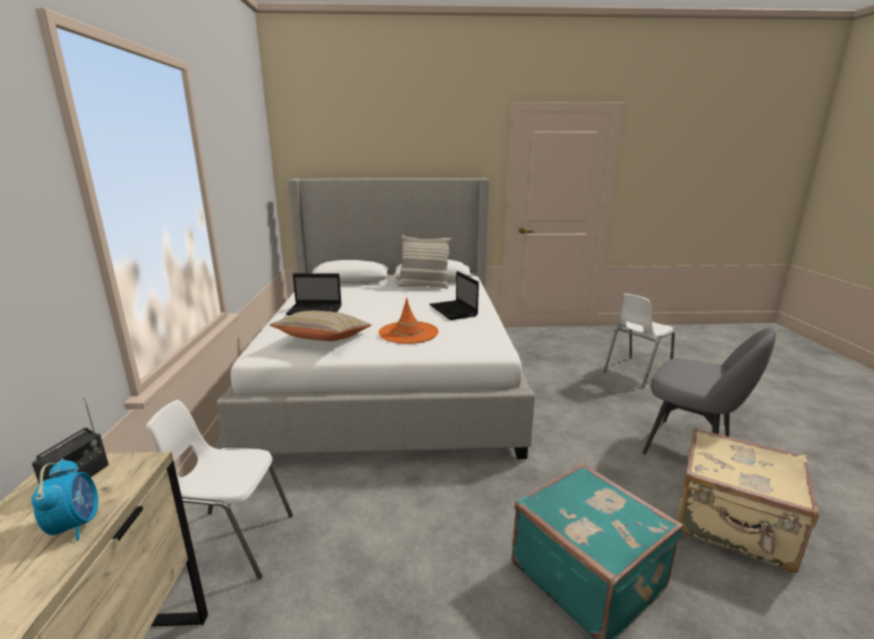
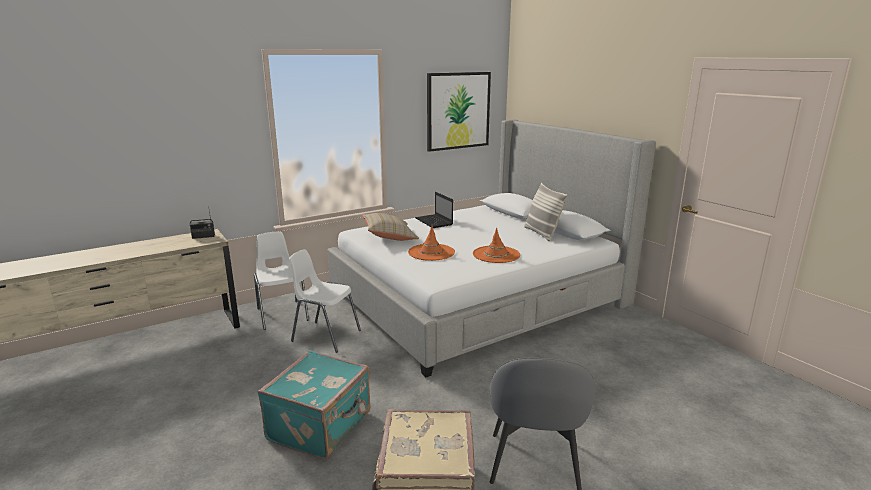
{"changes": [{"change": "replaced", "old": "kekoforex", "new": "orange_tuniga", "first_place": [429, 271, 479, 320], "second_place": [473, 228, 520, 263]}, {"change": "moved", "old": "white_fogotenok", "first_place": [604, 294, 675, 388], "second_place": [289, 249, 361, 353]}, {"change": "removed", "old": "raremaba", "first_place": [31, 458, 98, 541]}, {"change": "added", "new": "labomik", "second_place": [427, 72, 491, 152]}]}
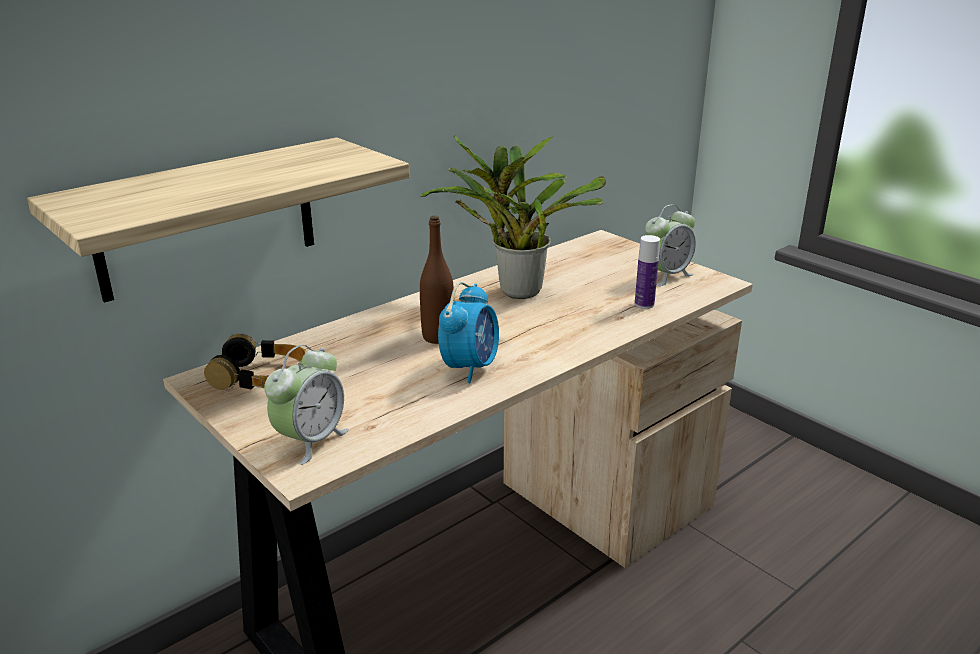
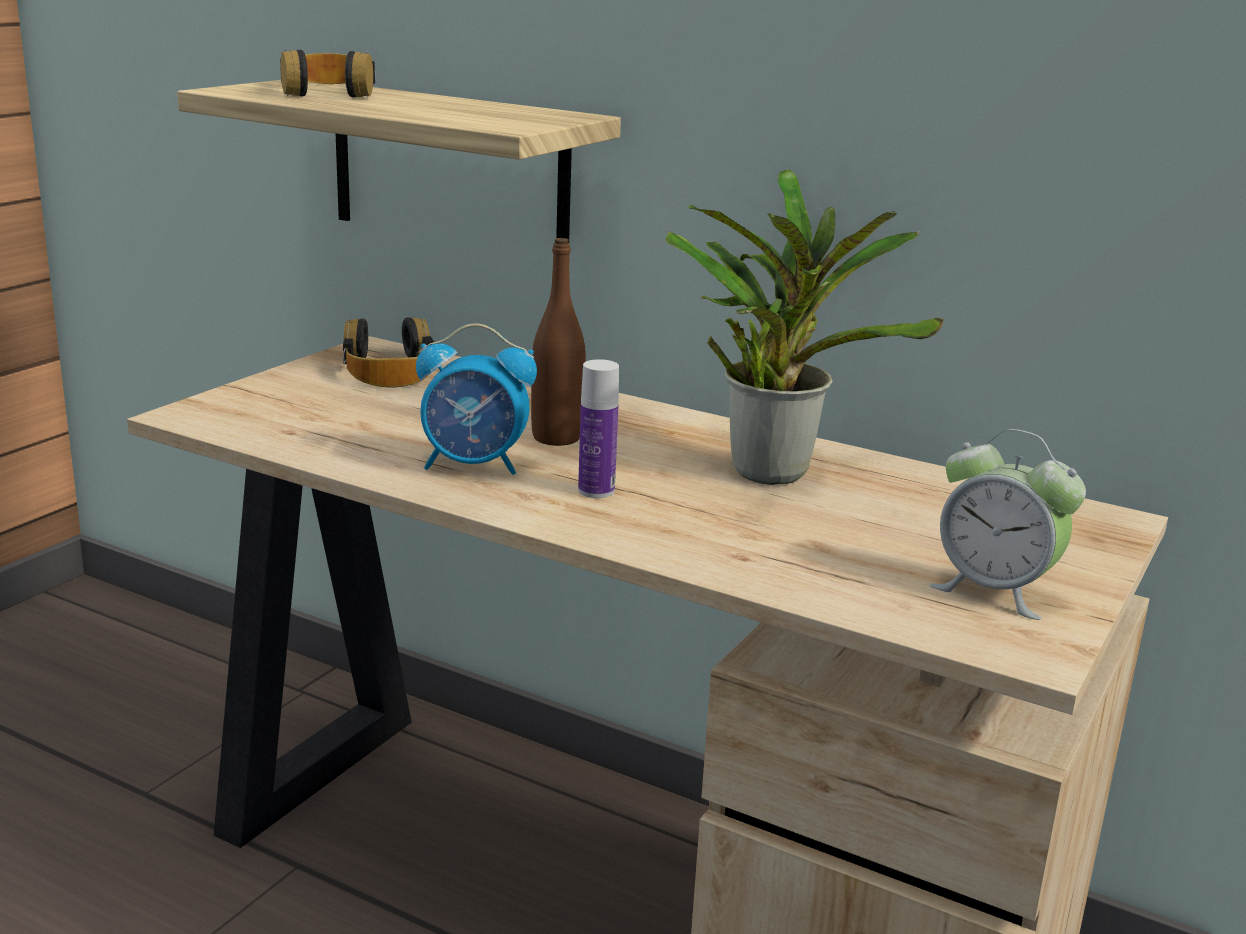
{"changes": [{"change": "moved", "old": "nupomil", "first_place": [635, 235, 660, 309], "second_place": [578, 359, 619, 498]}, {"change": "removed", "old": "raremaba", "first_place": [264, 345, 349, 465]}, {"change": "added", "new": "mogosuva", "second_place": [280, 49, 375, 98]}]}
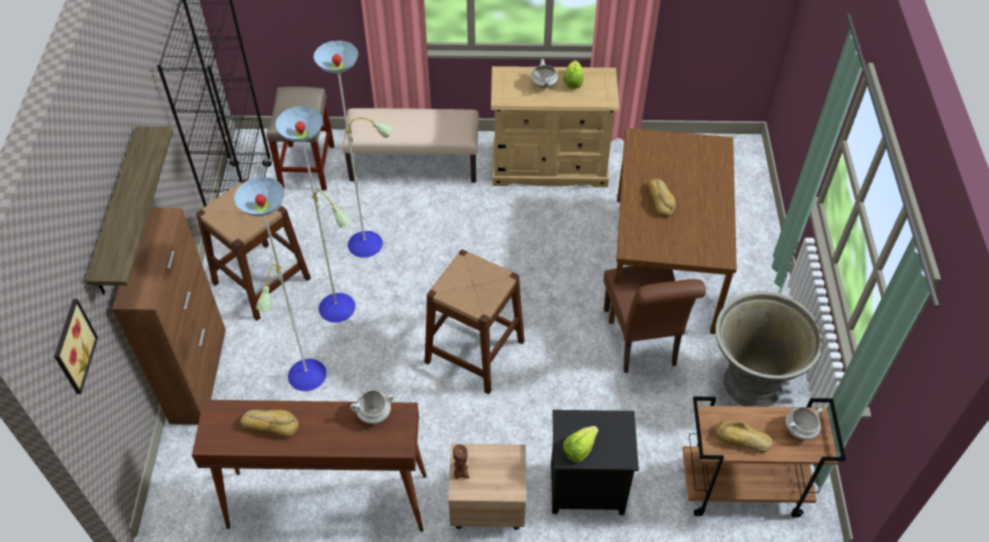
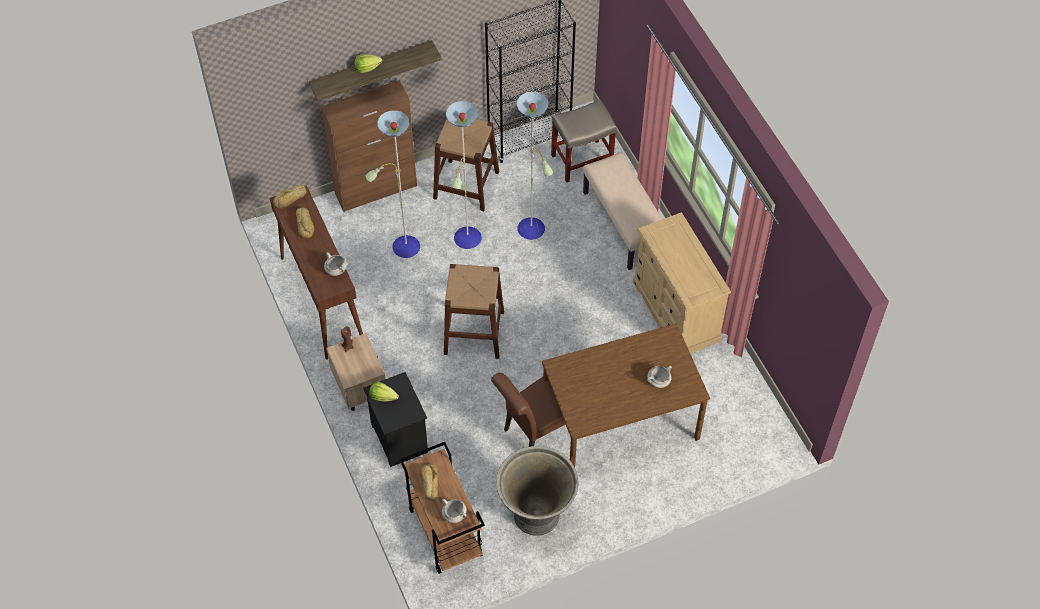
{"changes": [{"change": "moved", "old": "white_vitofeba", "first_place": [530, 59, 558, 88], "second_place": [647, 366, 672, 388]}, {"change": "moved", "old": "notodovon", "first_place": [563, 60, 583, 89], "second_place": [355, 54, 382, 73]}, {"change": "moved", "old": "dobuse", "first_place": [648, 179, 676, 217], "second_place": [273, 185, 307, 209]}, {"change": "removed", "old": "labomik", "first_place": [54, 299, 98, 394]}]}
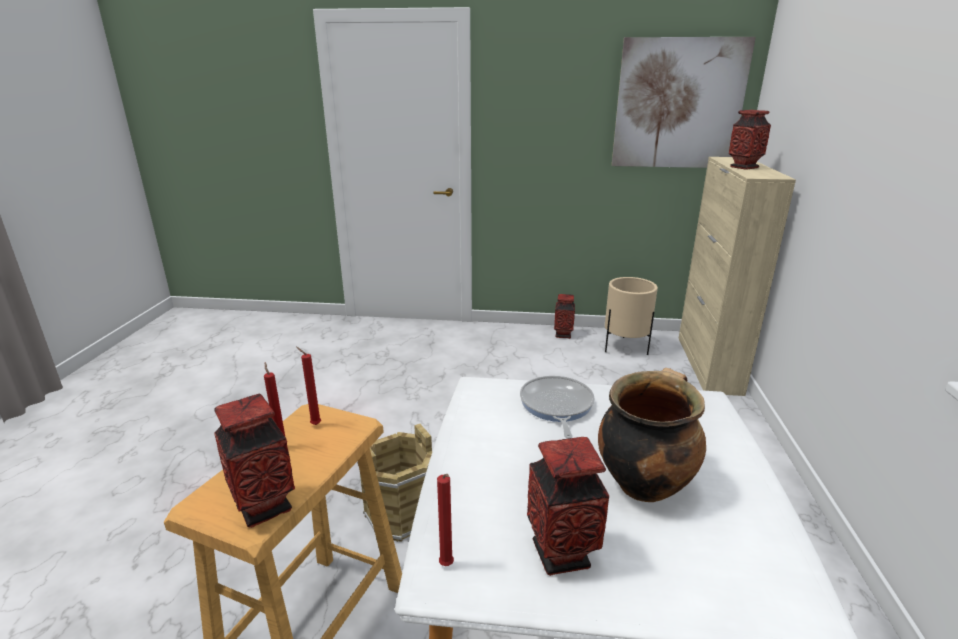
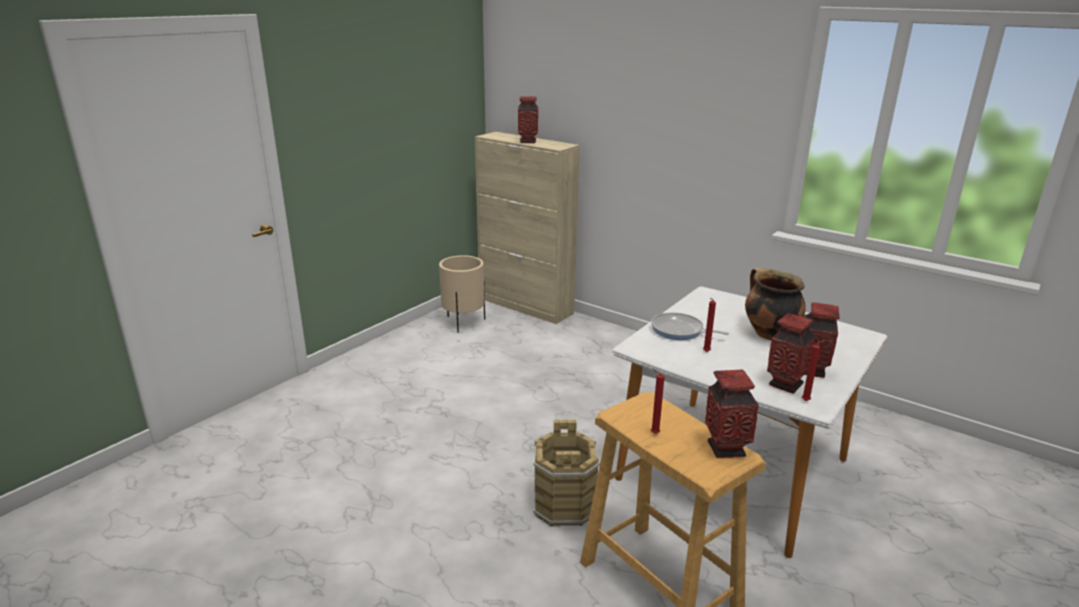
{"changes": [{"change": "removed", "old": "labomik", "first_place": [612, 37, 756, 168]}, {"change": "moved", "old": "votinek", "first_place": [554, 294, 575, 339], "second_place": [767, 313, 816, 394]}, {"change": "moved", "old": "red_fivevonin", "first_place": [296, 347, 321, 425], "second_place": [703, 298, 716, 352]}]}
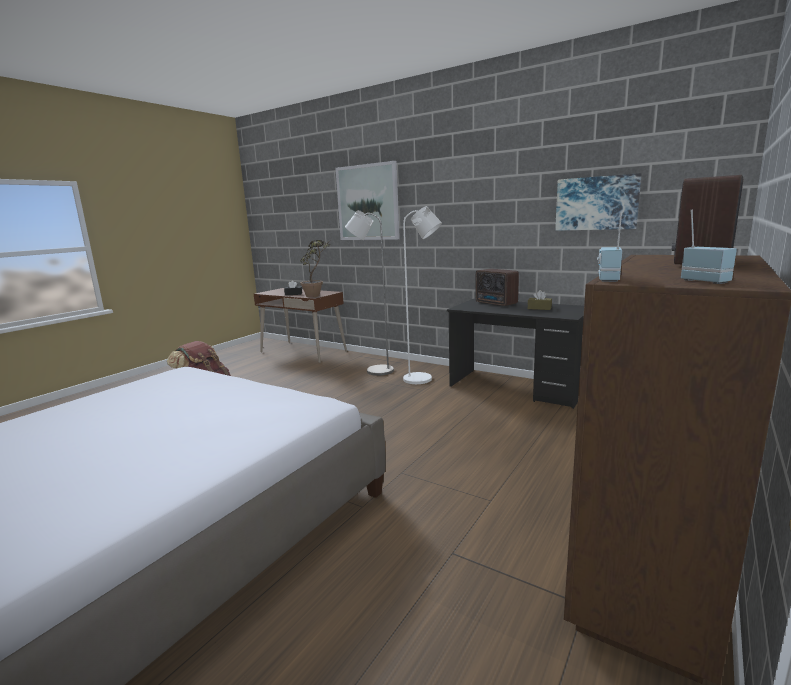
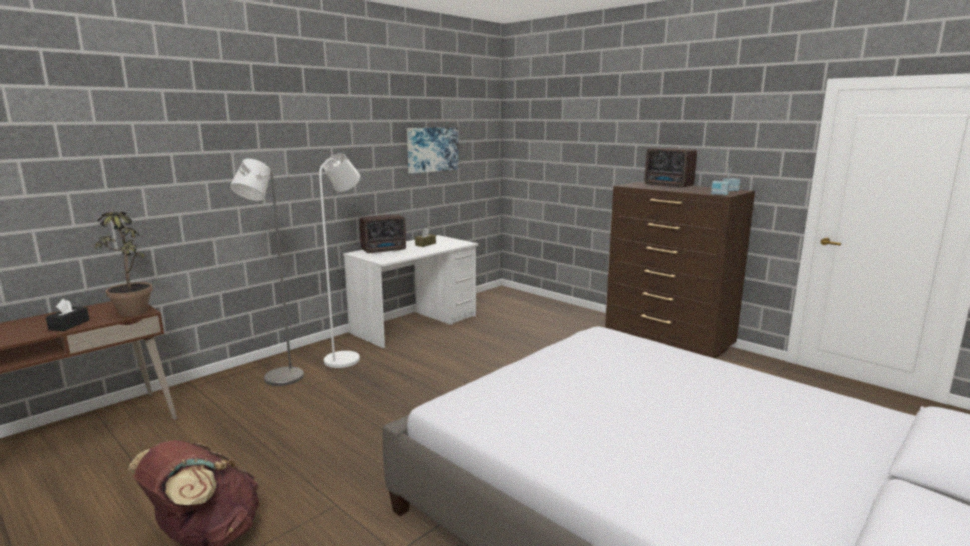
{"changes": [{"change": "removed", "old": "labomik", "first_place": [335, 161, 400, 240]}, {"change": "recoloured", "old": "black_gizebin", "new": "white_gizebin", "first_place": [447, 299, 584, 409], "second_place": [343, 235, 478, 349]}]}
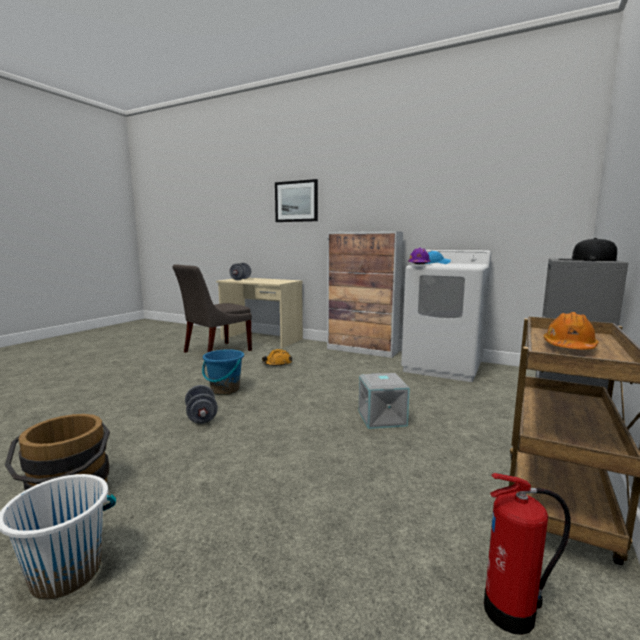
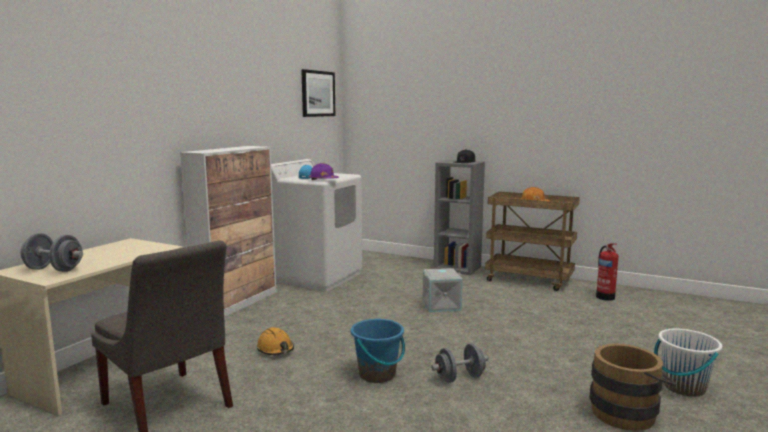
{"changes": [{"change": "moved", "old": "labomik", "first_place": [275, 179, 318, 222], "second_place": [301, 69, 335, 117]}]}
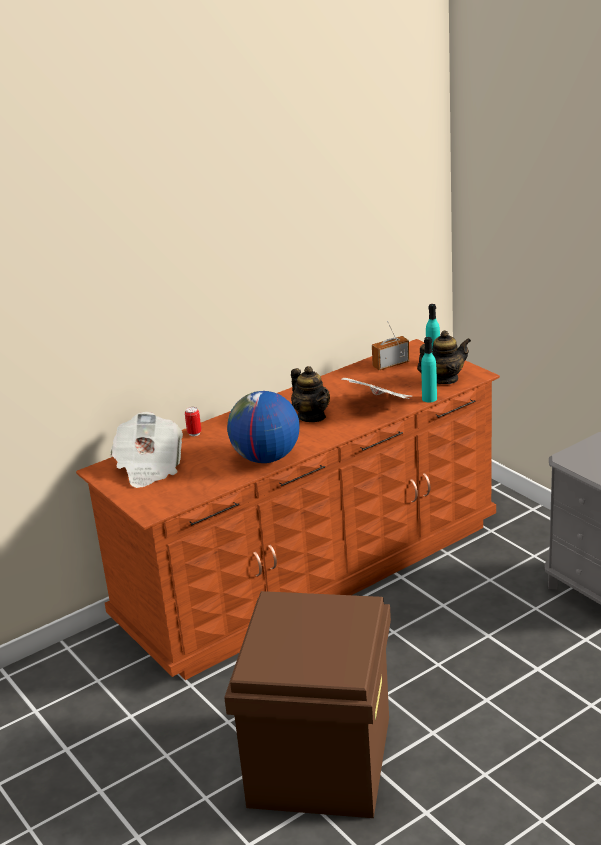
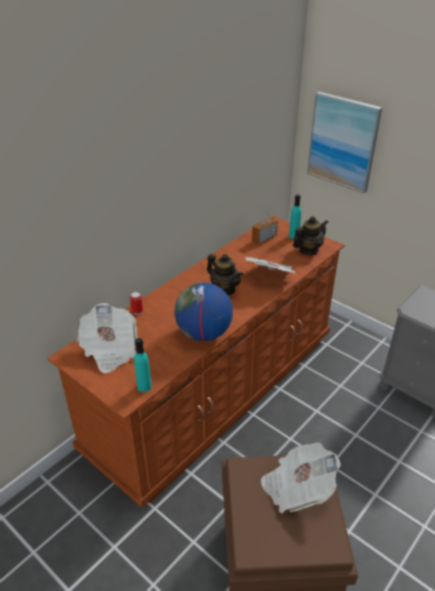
{"changes": [{"change": "moved", "old": "turquoise_nupomil", "first_place": [421, 337, 437, 402], "second_place": [134, 338, 152, 392]}, {"change": "added", "new": "labomik", "second_place": [307, 92, 382, 193]}, {"change": "added", "new": "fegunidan", "second_place": [260, 442, 341, 513]}]}
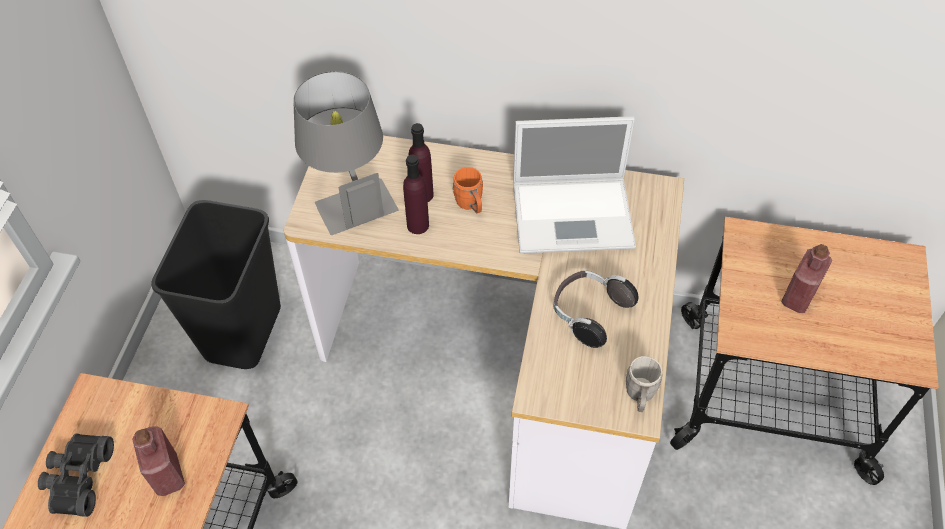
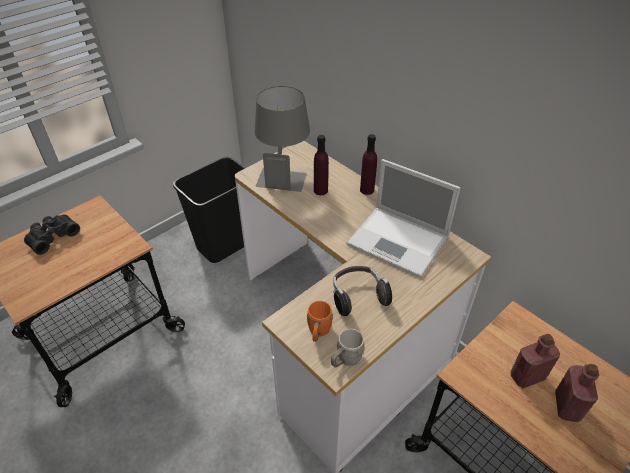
{"changes": [{"change": "moved", "old": "purple_nupomil", "first_place": [403, 154, 429, 234], "second_place": [360, 134, 377, 195]}, {"change": "moved", "old": "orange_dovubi", "first_place": [452, 167, 483, 213], "second_place": [307, 301, 333, 342]}, {"change": "moved", "old": "red_nupomil", "first_place": [132, 426, 185, 496], "second_place": [555, 364, 599, 422]}]}
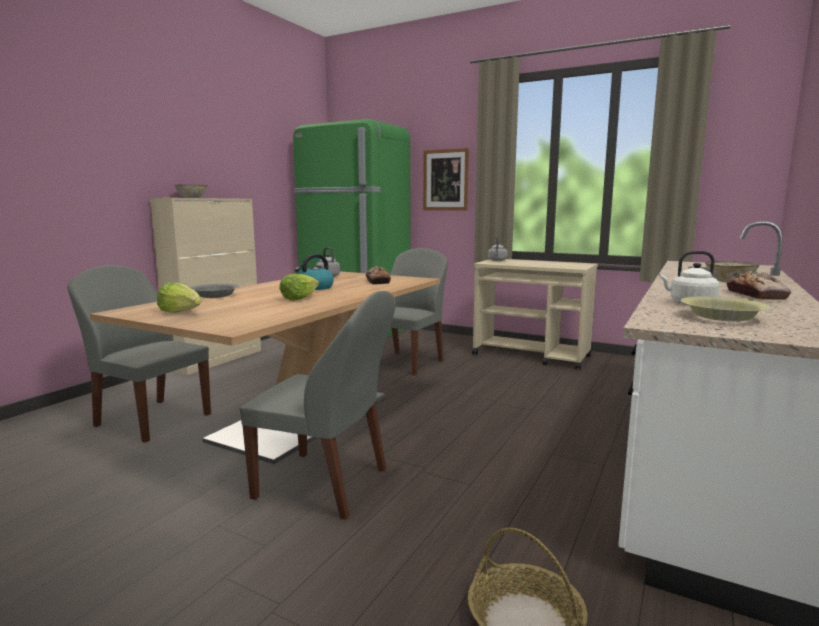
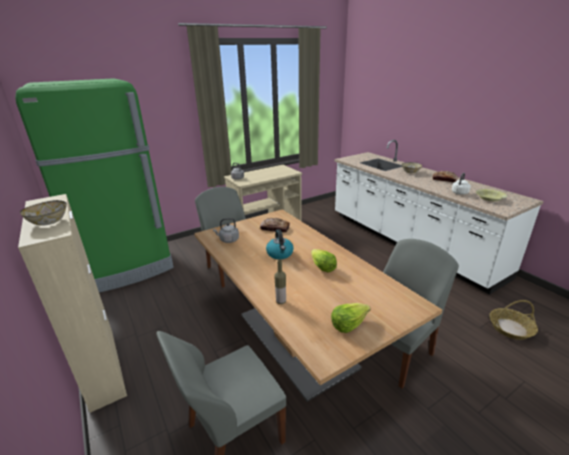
{"changes": [{"change": "removed", "old": "labomik", "first_place": [423, 148, 469, 210]}, {"change": "replaced", "old": "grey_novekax", "new": "nupomil", "first_place": [190, 284, 240, 298], "second_place": [274, 259, 286, 304]}]}
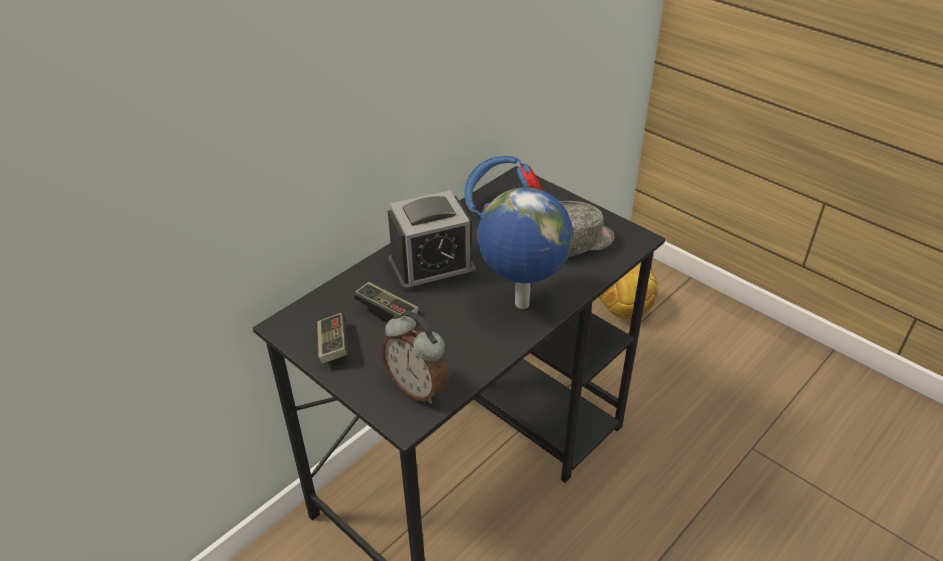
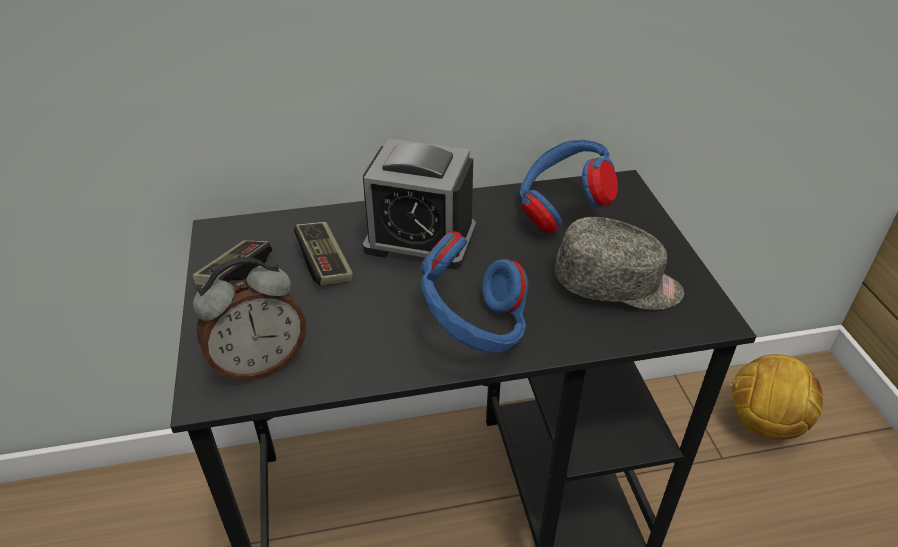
{"changes": [{"change": "replaced", "old": "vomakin", "new": "blue_mogosuva", "first_place": [477, 187, 573, 309], "second_place": [420, 231, 529, 353]}, {"change": "turned", "old": "raremaba", "first_place": [381, 311, 449, 404], "second_place": [193, 257, 306, 381], "degrees": -105}]}
